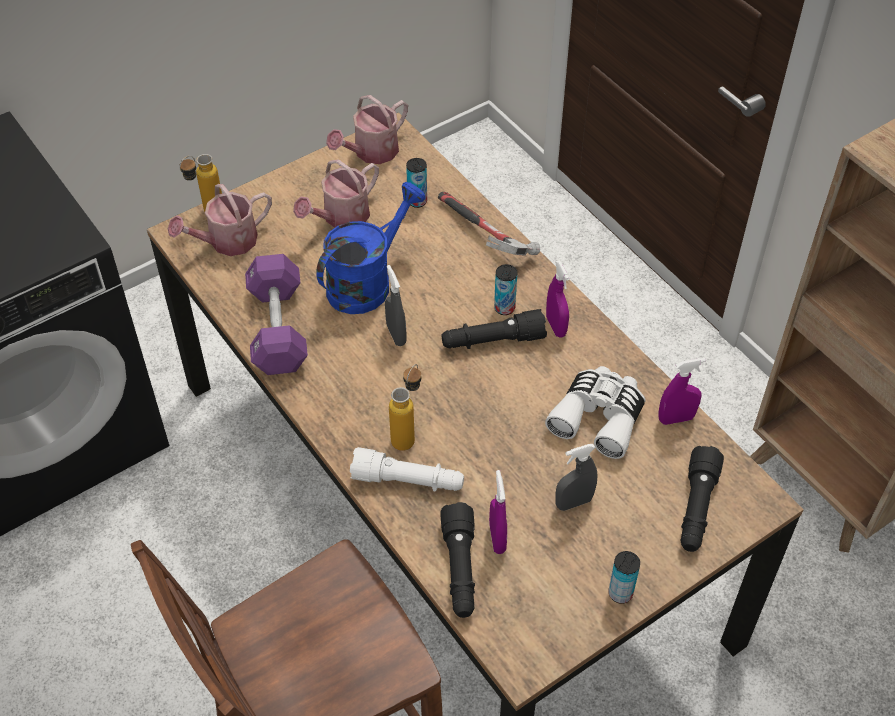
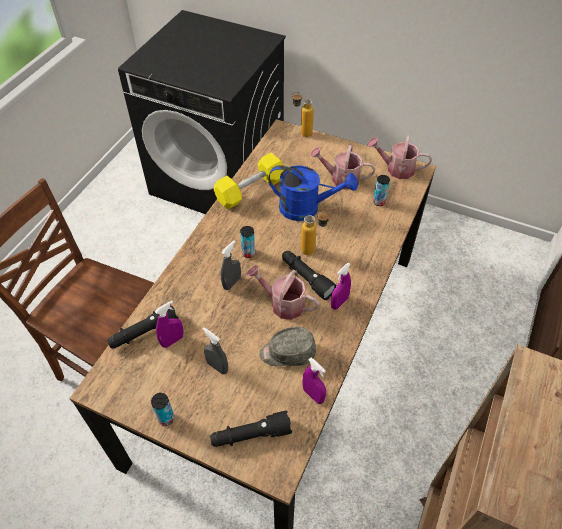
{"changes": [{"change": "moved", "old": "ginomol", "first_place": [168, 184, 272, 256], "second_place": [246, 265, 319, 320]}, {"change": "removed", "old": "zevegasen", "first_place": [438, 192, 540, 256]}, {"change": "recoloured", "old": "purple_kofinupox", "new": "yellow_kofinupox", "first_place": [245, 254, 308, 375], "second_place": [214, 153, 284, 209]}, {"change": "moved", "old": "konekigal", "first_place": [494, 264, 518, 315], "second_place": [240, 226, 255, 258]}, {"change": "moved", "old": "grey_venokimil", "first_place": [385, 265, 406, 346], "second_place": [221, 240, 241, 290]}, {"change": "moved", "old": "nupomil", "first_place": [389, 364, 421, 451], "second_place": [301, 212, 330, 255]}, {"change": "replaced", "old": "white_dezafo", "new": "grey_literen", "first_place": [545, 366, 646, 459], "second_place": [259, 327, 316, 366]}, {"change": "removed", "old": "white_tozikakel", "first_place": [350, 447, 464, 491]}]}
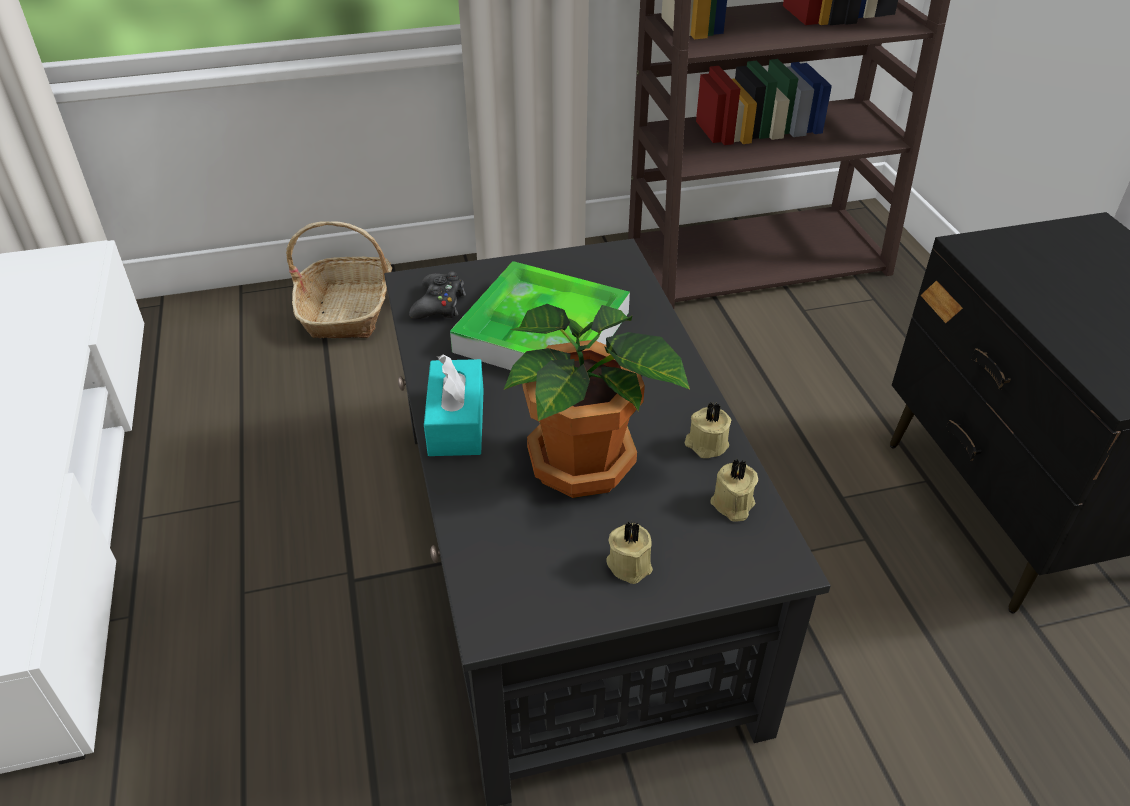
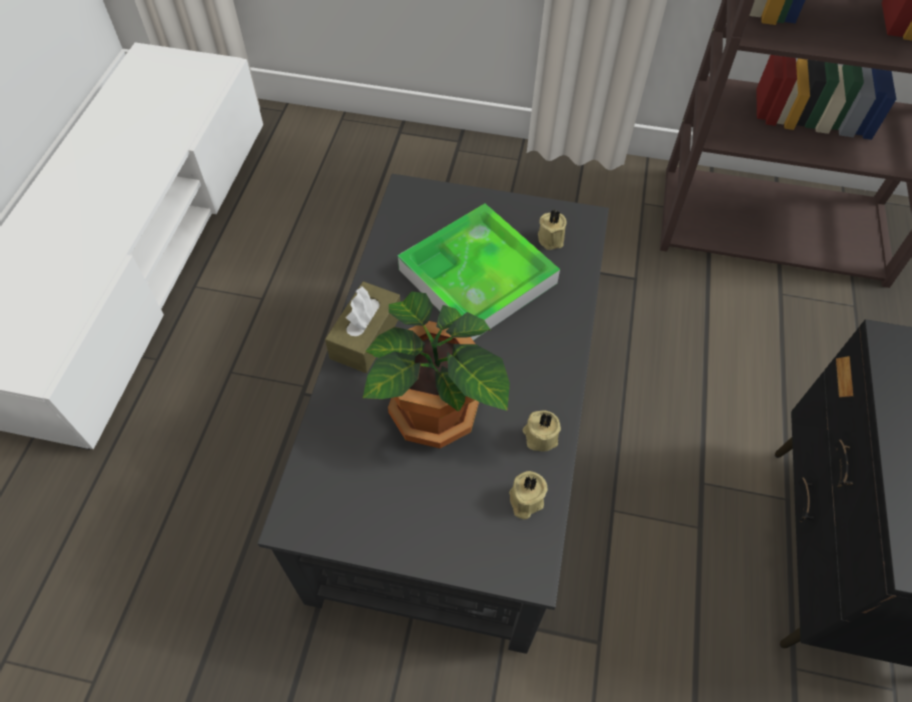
{"changes": [{"change": "removed", "old": "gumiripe", "first_place": [286, 221, 392, 338]}, {"change": "removed", "old": "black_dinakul", "first_place": [409, 271, 466, 319]}, {"change": "recoloured", "old": "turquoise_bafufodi", "new": "brown_bafufodi", "first_place": [424, 354, 484, 456], "second_place": [325, 282, 400, 373]}, {"change": "moved", "old": "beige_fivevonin", "first_place": [606, 521, 653, 584], "second_place": [538, 209, 567, 250]}]}
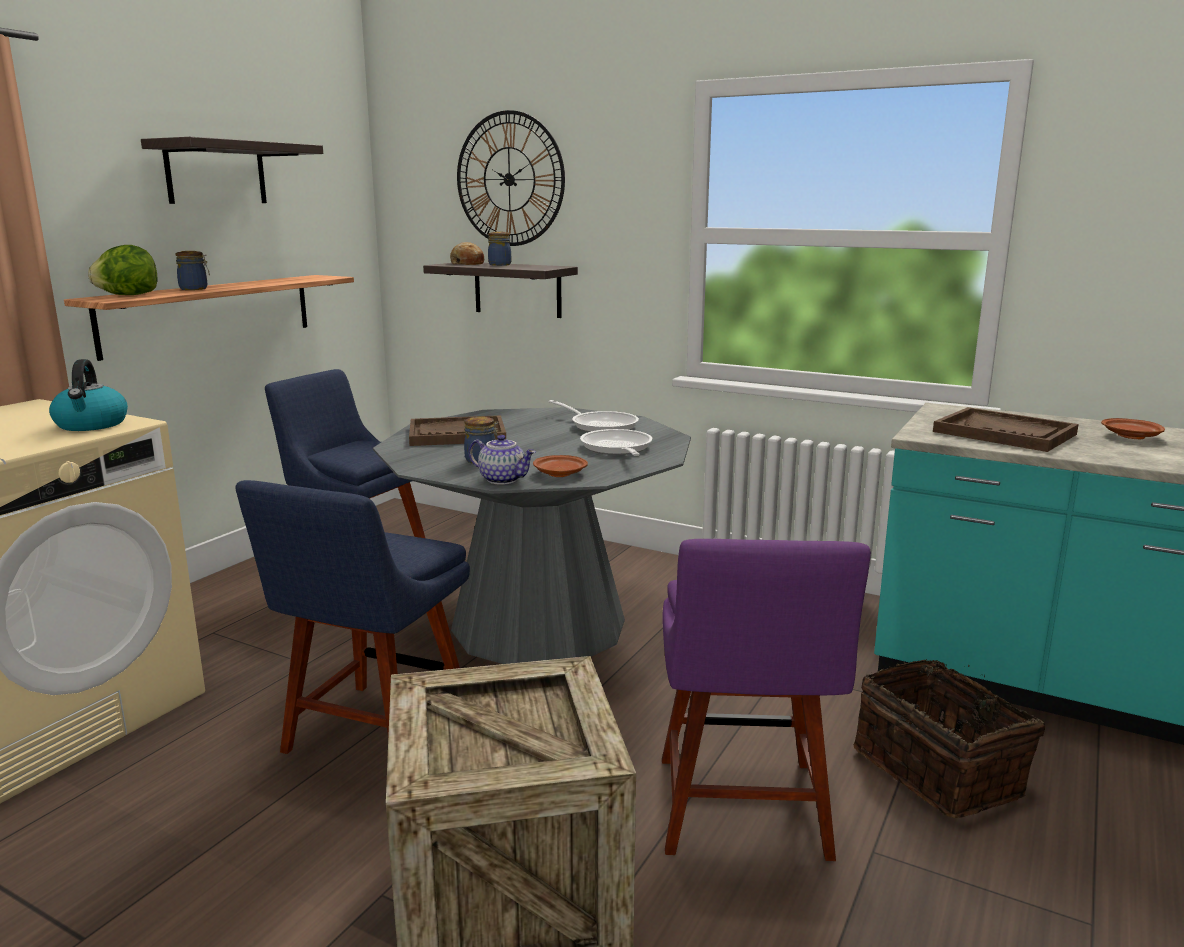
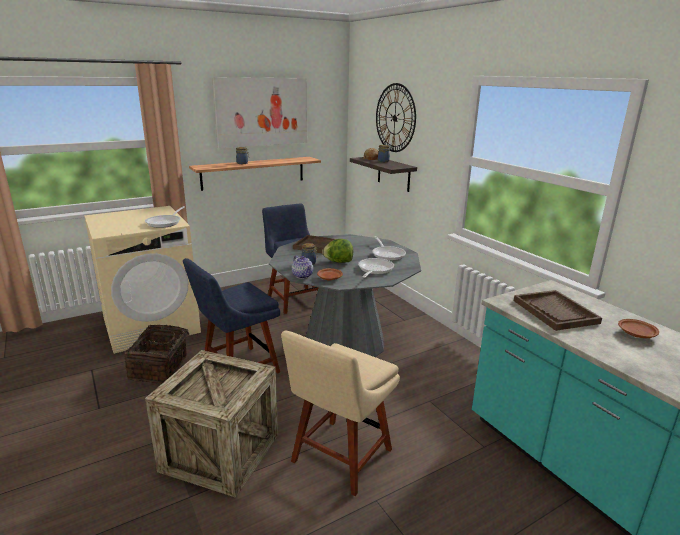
{"changes": [{"change": "replaced", "old": "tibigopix", "new": "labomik", "first_place": [141, 137, 323, 204], "second_place": [212, 77, 307, 148]}, {"change": "moved", "old": "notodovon", "first_place": [88, 245, 158, 295], "second_place": [322, 239, 353, 263]}, {"change": "replaced", "old": "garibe", "new": "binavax", "first_place": [49, 359, 128, 431], "second_place": [145, 206, 185, 228]}, {"change": "recoloured", "old": "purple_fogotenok", "new": "beige_fogotenok", "first_place": [662, 539, 871, 861], "second_place": [281, 331, 400, 496]}, {"change": "moved", "old": "gumiripe", "first_place": [854, 659, 1045, 818], "second_place": [124, 325, 193, 384]}]}
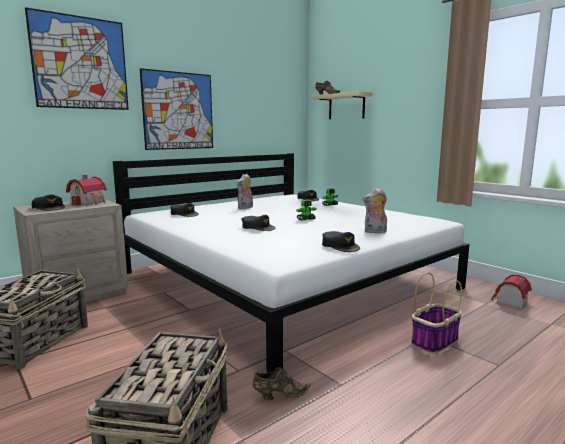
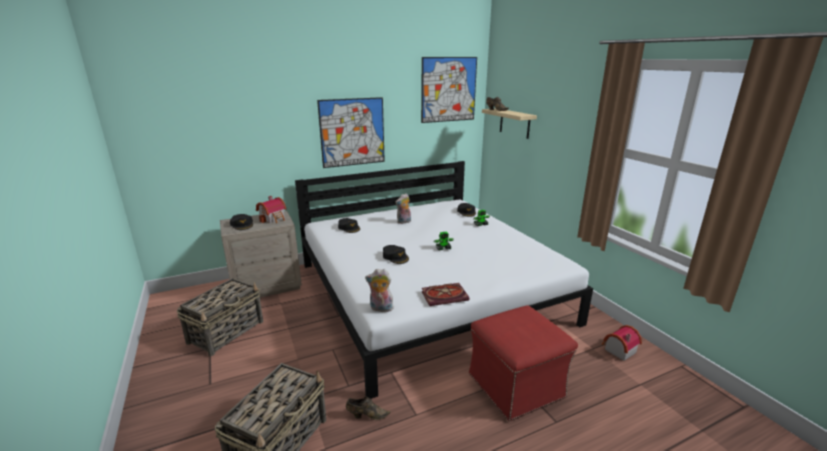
{"changes": [{"change": "moved", "old": "labomik", "first_place": [25, 7, 129, 110], "second_place": [421, 57, 477, 123]}, {"change": "moved", "old": "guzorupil", "first_place": [362, 188, 387, 233], "second_place": [365, 269, 394, 312]}, {"change": "replaced", "old": "black_literen", "new": "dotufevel", "first_place": [322, 231, 360, 252], "second_place": [421, 283, 470, 306]}, {"change": "replaced", "old": "gumiripe", "new": "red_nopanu", "first_place": [411, 272, 462, 354], "second_place": [469, 305, 578, 421]}]}
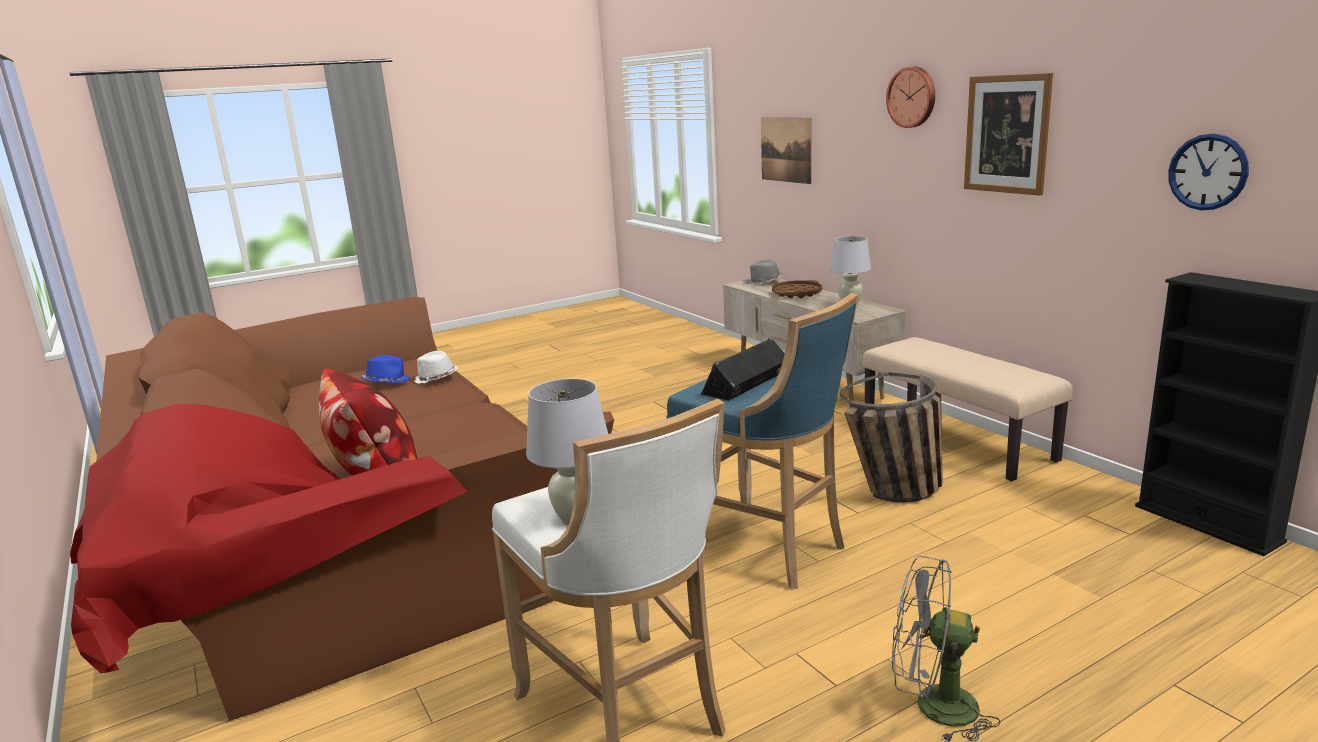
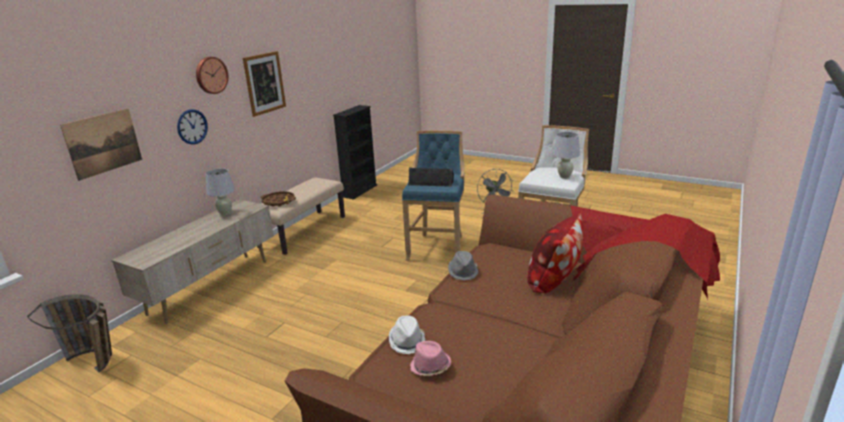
{"changes": [{"change": "moved", "old": "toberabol", "first_place": [1168, 133, 1249, 210], "second_place": [177, 109, 208, 145]}, {"change": "moved", "old": "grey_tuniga", "first_place": [747, 260, 783, 284], "second_place": [448, 251, 478, 280]}, {"change": "moved", "old": "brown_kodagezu", "first_place": [772, 280, 822, 298], "second_place": [260, 191, 296, 207]}, {"change": "recoloured", "old": "blue_tuniga", "new": "pink_tuniga", "first_place": [362, 355, 411, 383], "second_place": [410, 341, 451, 376]}, {"change": "moved", "old": "gumiripe", "first_place": [839, 372, 943, 502], "second_place": [27, 294, 112, 373]}]}
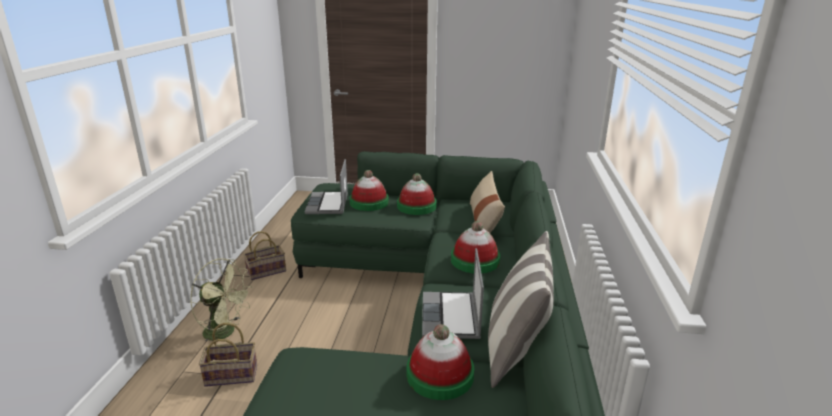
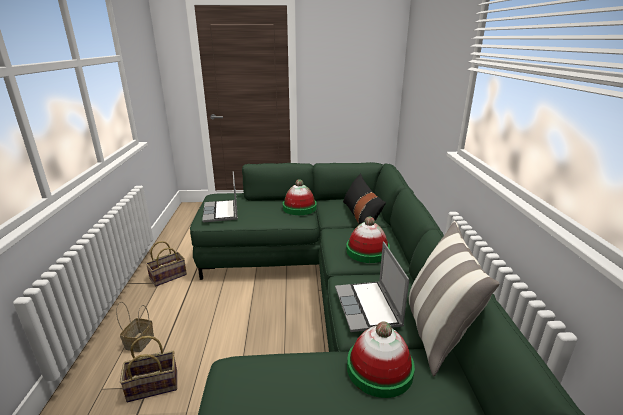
{"changes": [{"change": "removed", "old": "tuniga", "first_place": [350, 170, 389, 211]}, {"change": "recoloured", "old": "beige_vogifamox", "new": "black_vogifamox", "first_place": [470, 171, 505, 233], "second_place": [343, 174, 386, 224]}, {"change": "replaced", "old": "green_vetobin", "new": "gumiripe", "first_place": [190, 258, 253, 346], "second_place": [116, 302, 154, 352]}]}
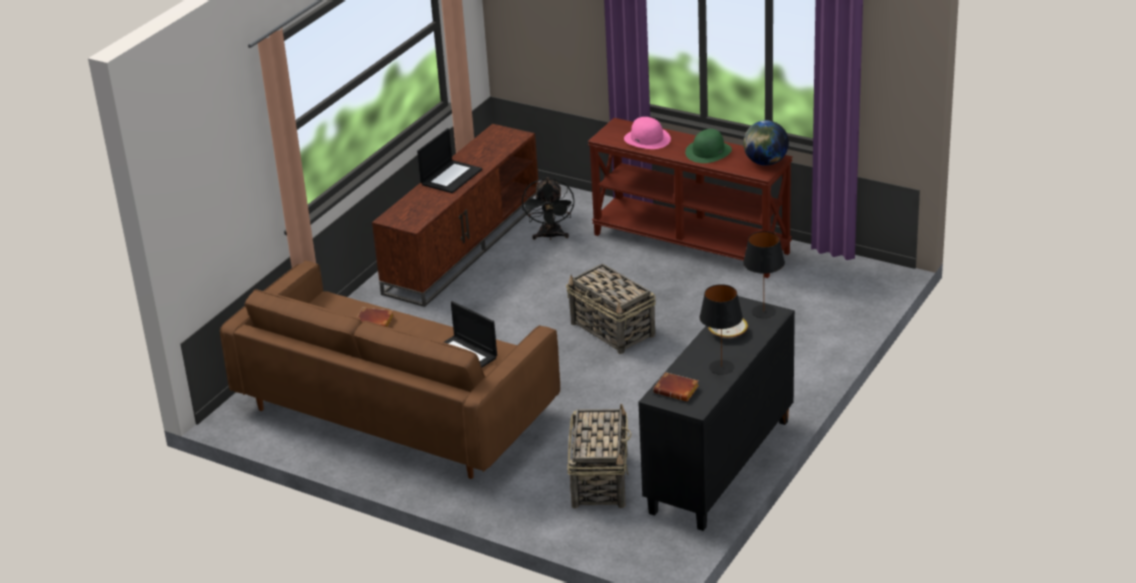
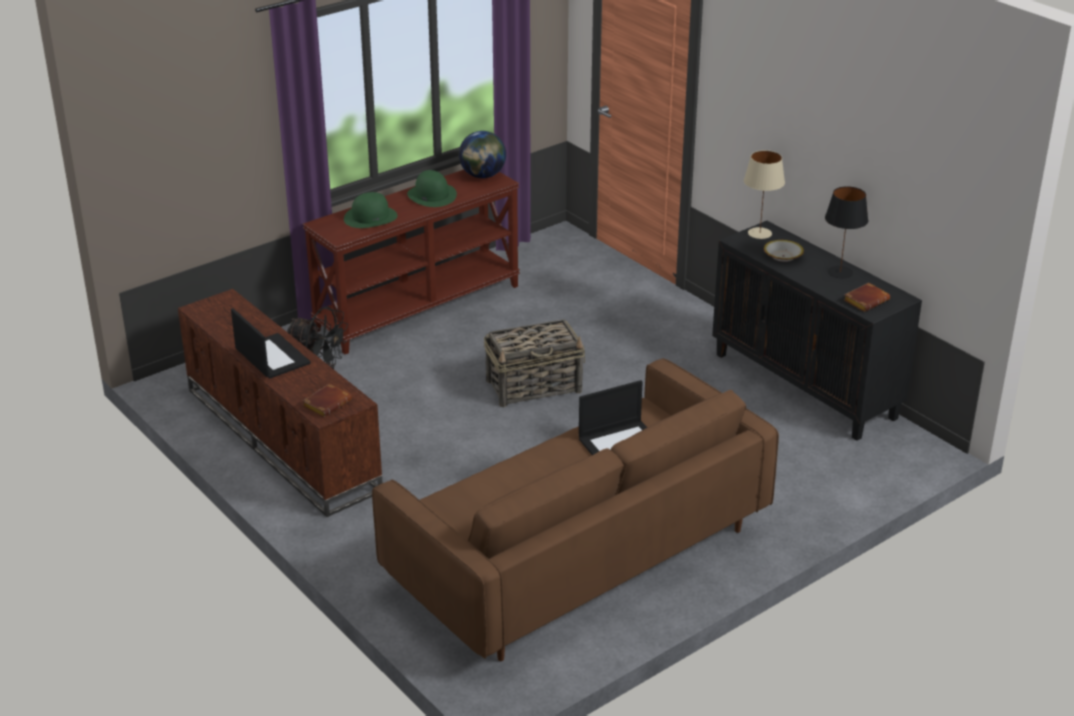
{"changes": [{"change": "recoloured", "old": "pink_tuniga", "new": "green_tuniga", "first_place": [624, 117, 671, 149], "second_place": [344, 192, 397, 228]}, {"change": "recoloured", "old": "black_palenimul", "new": "beige_palenimul", "first_place": [743, 231, 785, 318], "second_place": [744, 150, 785, 239]}, {"change": "moved", "old": "brown_dotufevel", "first_place": [357, 308, 394, 327], "second_place": [303, 383, 352, 417]}, {"change": "removed", "old": "gumiripe", "first_place": [567, 403, 632, 509]}]}
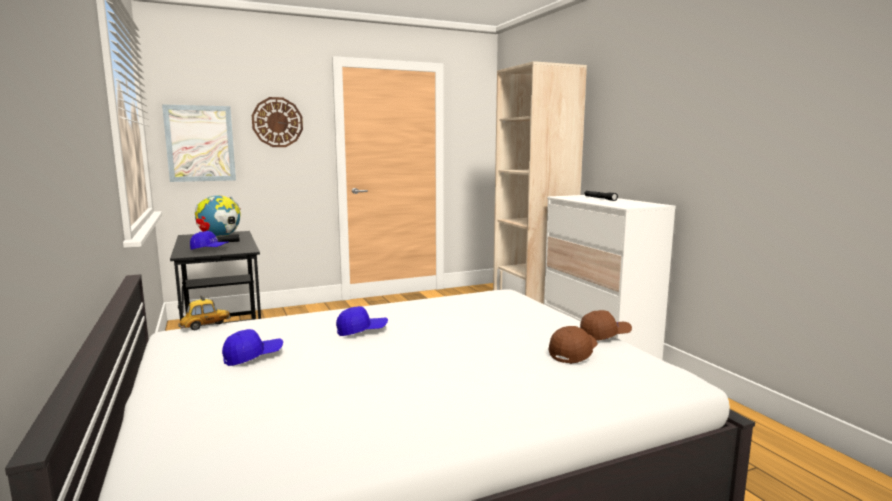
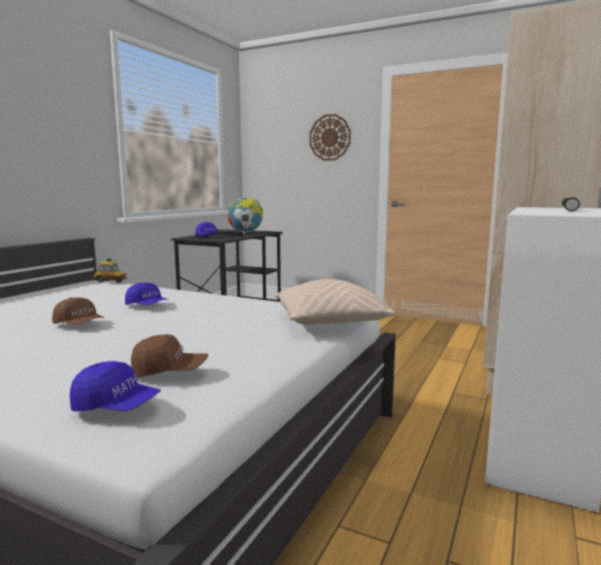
{"changes": [{"change": "removed", "old": "labomik", "first_place": [162, 105, 236, 182]}, {"change": "moved", "old": "brown_literen", "first_place": [580, 310, 632, 341], "second_place": [52, 297, 105, 325]}, {"change": "moved", "old": "blue_literen", "first_place": [222, 329, 283, 366], "second_place": [70, 361, 161, 411]}, {"change": "added", "new": "beige_vogifamox", "second_place": [275, 279, 397, 324]}]}
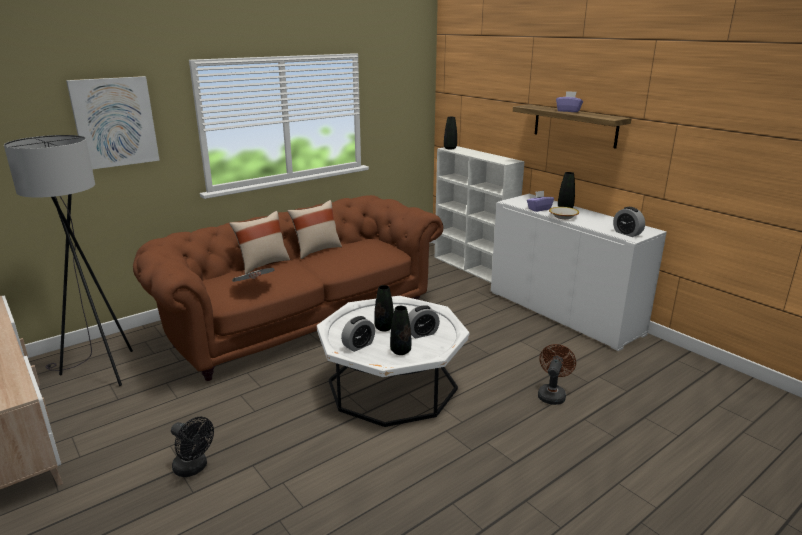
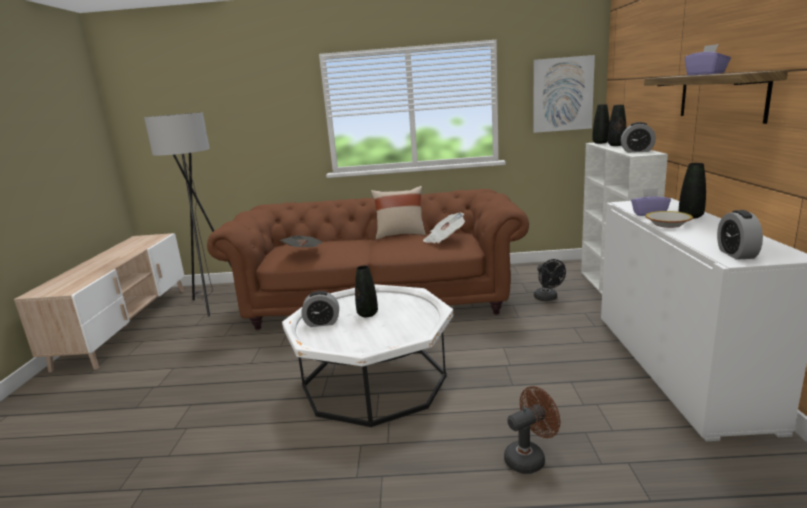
{"changes": [{"change": "moved", "old": "labomik", "first_place": [66, 76, 160, 169], "second_place": [533, 55, 595, 133]}, {"change": "removed", "old": "beige_vogifamox", "first_place": [229, 211, 290, 274]}, {"change": "moved", "old": "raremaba", "first_place": [408, 305, 440, 339], "second_place": [621, 122, 656, 153]}, {"change": "moved", "old": "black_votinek", "first_place": [390, 306, 411, 355], "second_place": [608, 105, 626, 146]}, {"change": "moved", "old": "black_vetobin", "first_place": [171, 417, 214, 477], "second_place": [534, 259, 566, 301]}, {"change": "added", "new": "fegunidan", "second_place": [423, 213, 465, 243]}]}
